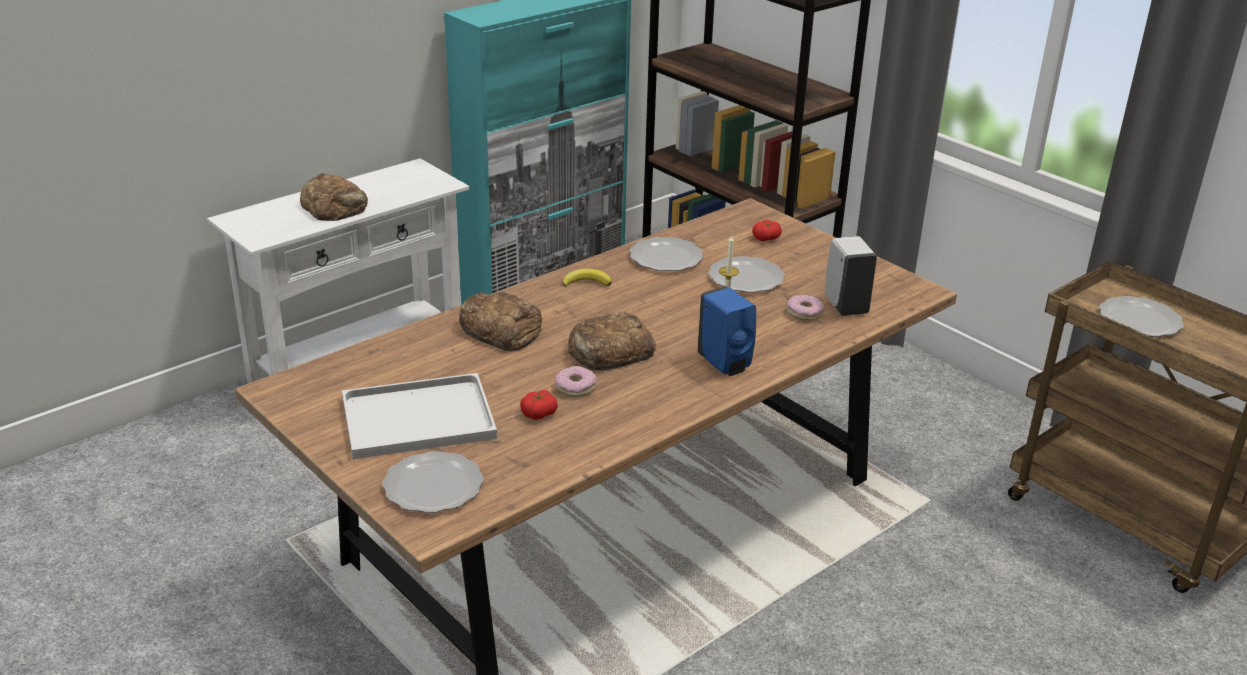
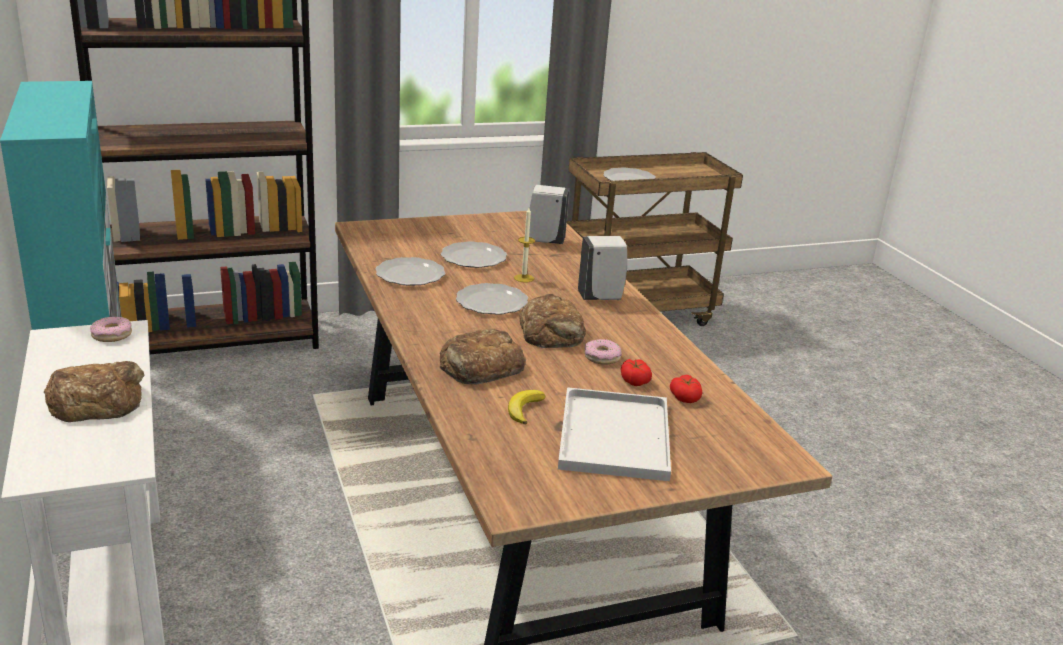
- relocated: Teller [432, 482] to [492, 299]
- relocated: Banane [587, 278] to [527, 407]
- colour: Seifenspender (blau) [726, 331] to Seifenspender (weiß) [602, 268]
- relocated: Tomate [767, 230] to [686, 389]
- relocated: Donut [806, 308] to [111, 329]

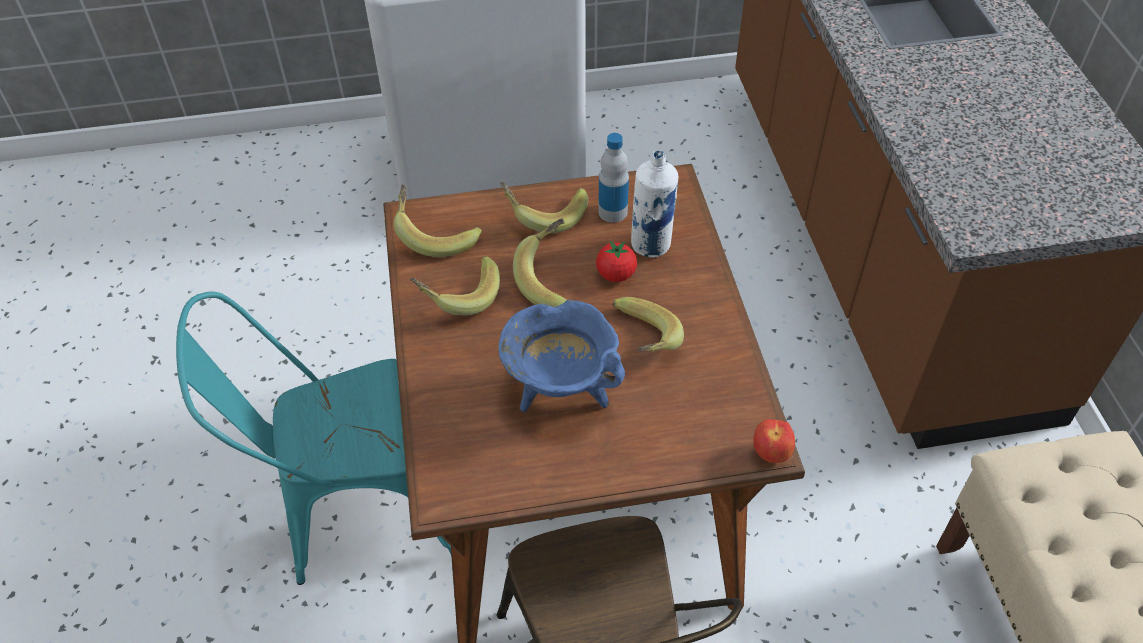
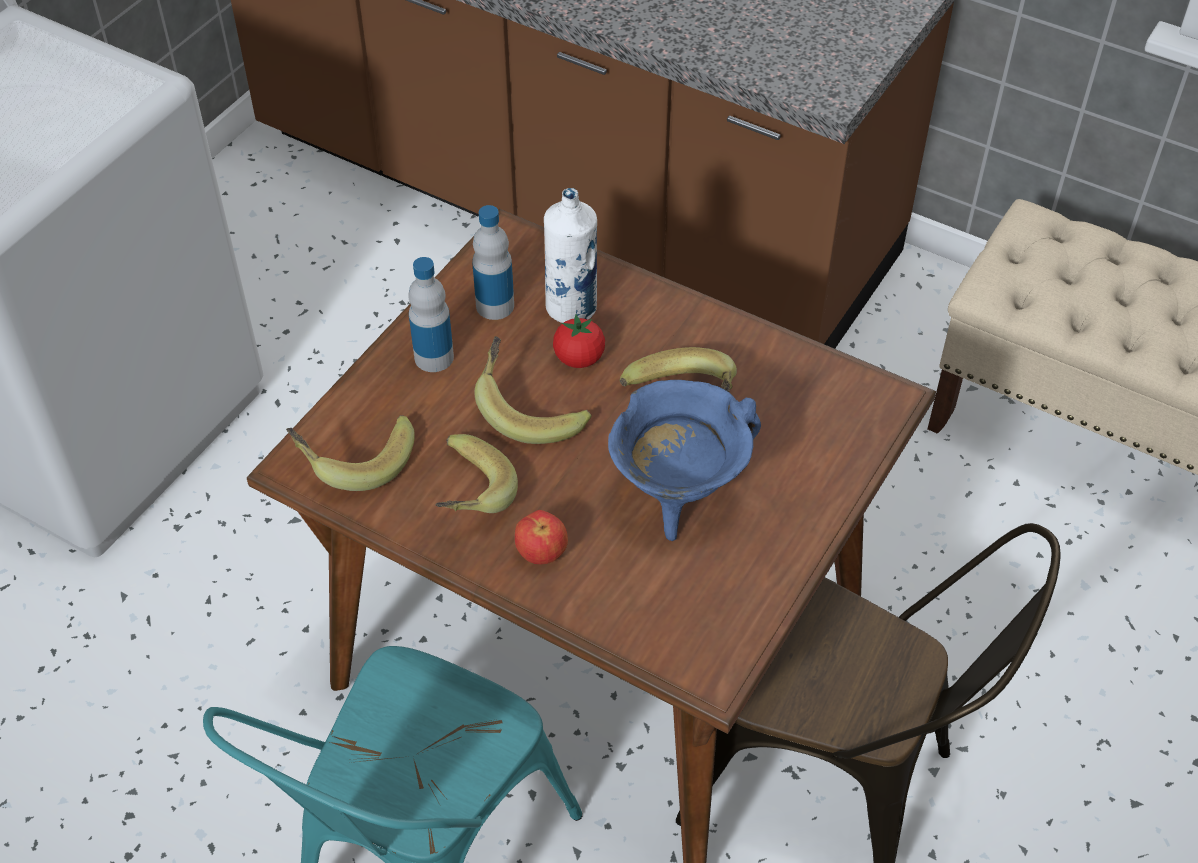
- exchanged: Banane [544, 207] to Flasche [431, 314]
- relocated: Apfel [774, 441] to [541, 537]

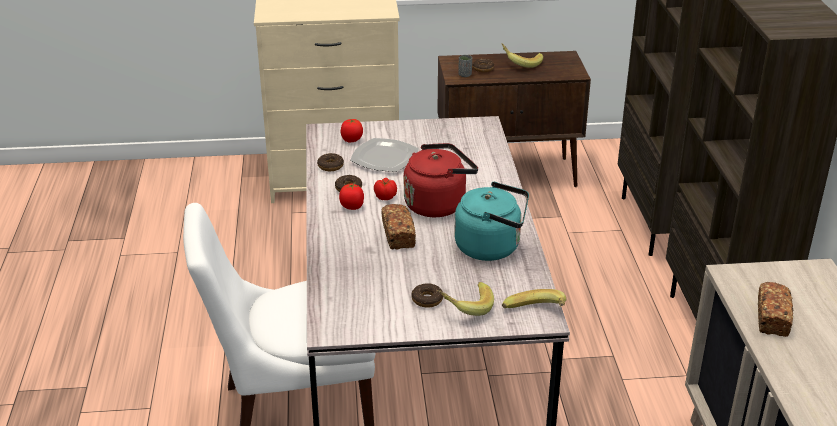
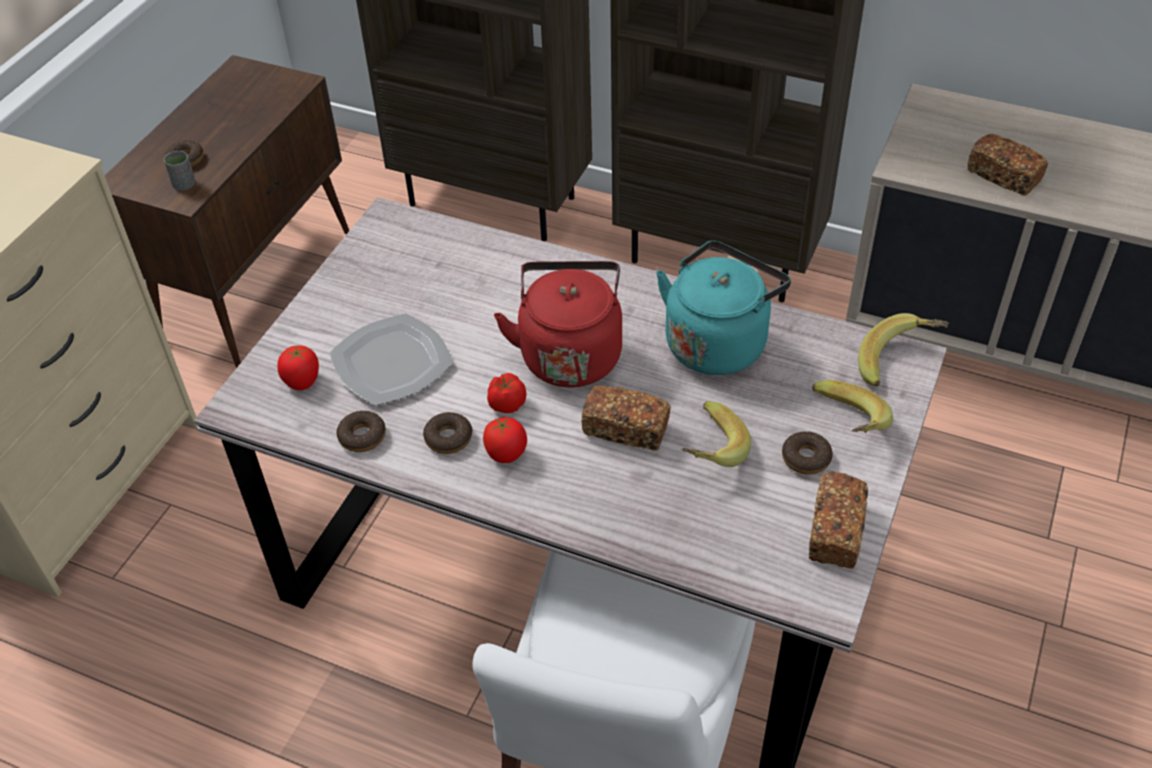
- relocated: Banane [522, 55] to [716, 434]
- appeared: Brot [838, 520]

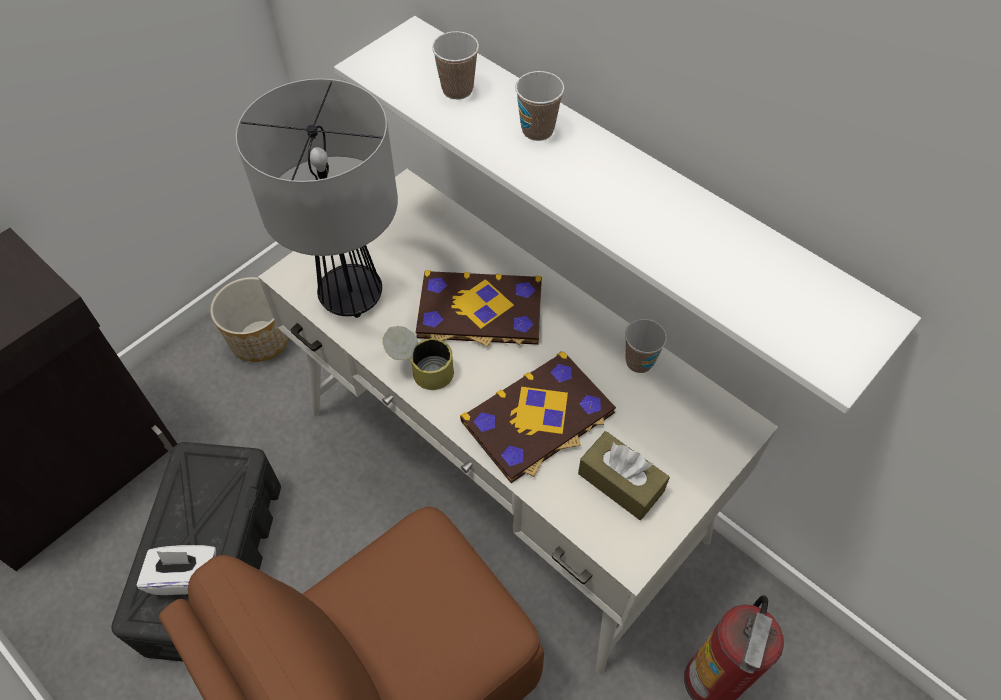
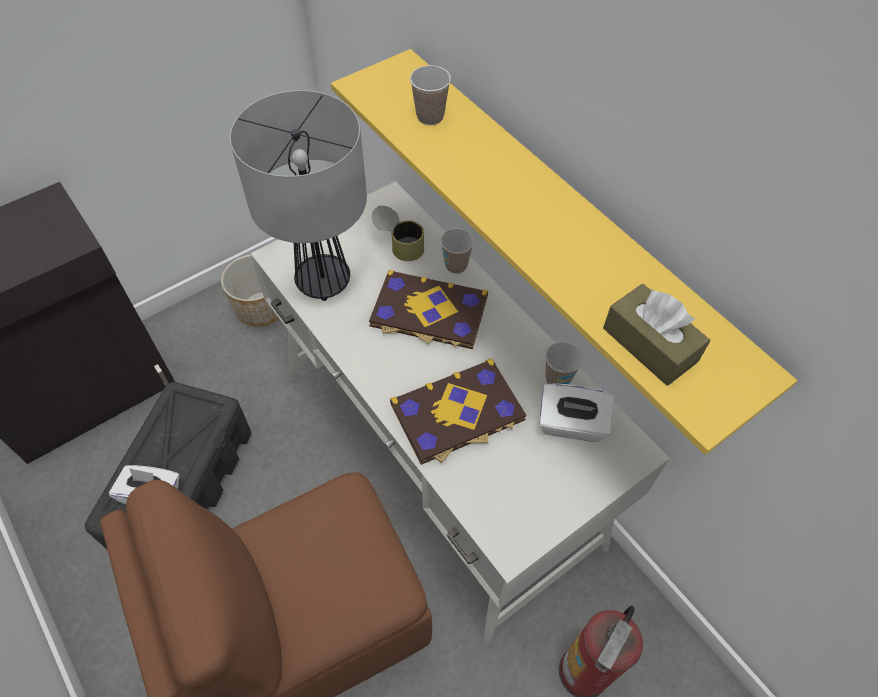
- colour: Wandregal (weiß) [627, 215] to Wandregal (gelb) [564, 252]
- relocated: Dose [418, 358] to [398, 233]
- relocated: Tasse [539, 106] to [457, 251]
- relocated: Taschentuchbox (braun) [624, 475] to [656, 335]
- appeared: Taschentuchbox (weiß) [576, 412]

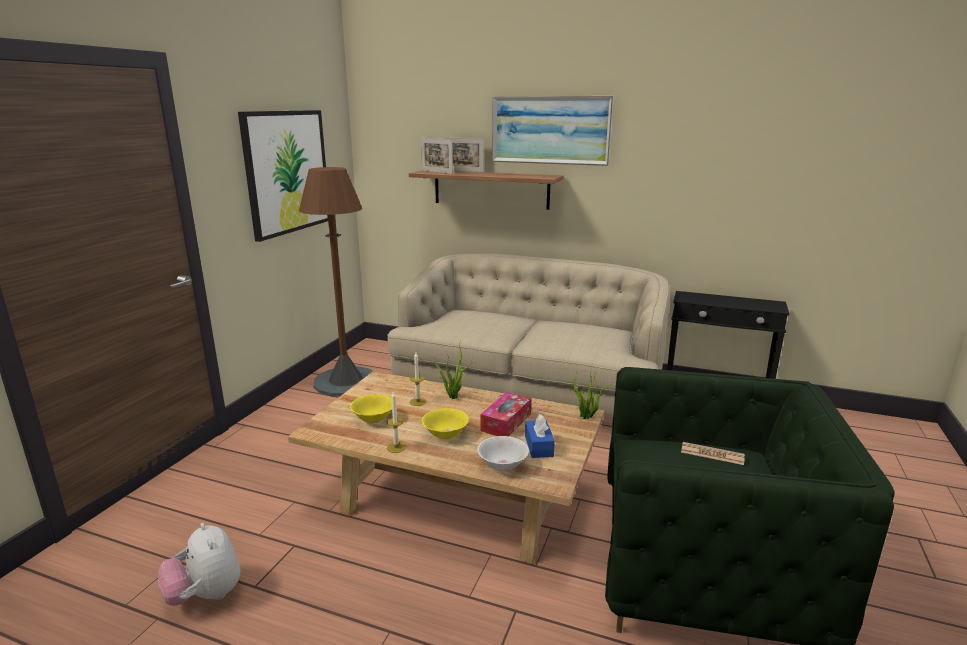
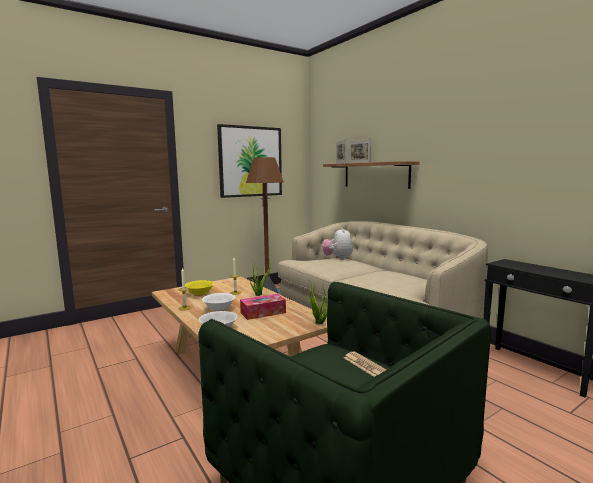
- relocated: Plüschtier [199, 564] to [337, 243]
- colour: Schüssel (gelb) [445, 423] to Schüssel (weiß) [218, 302]
- missing: Bild [553, 131]
- missing: Taschentuchbox (blau) [540, 436]

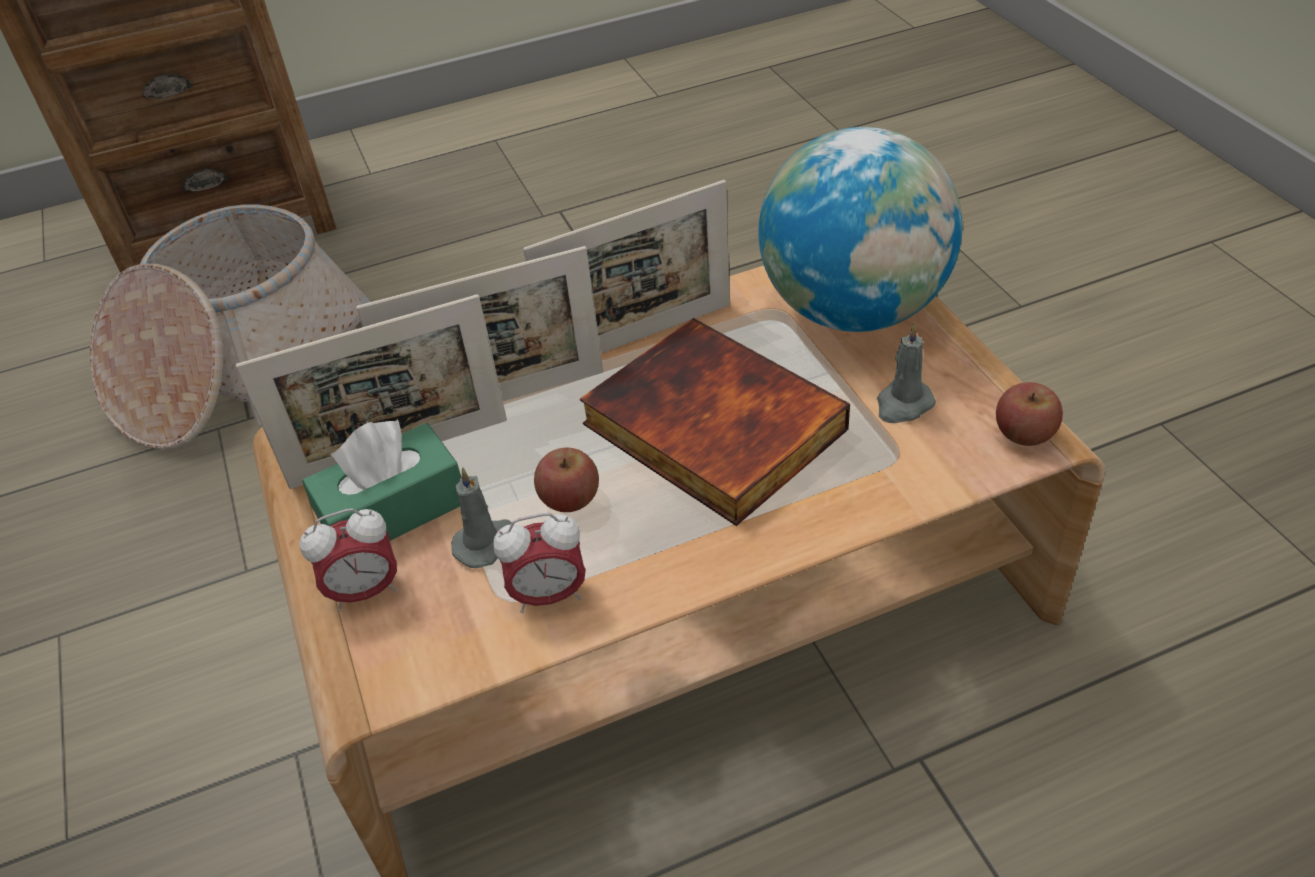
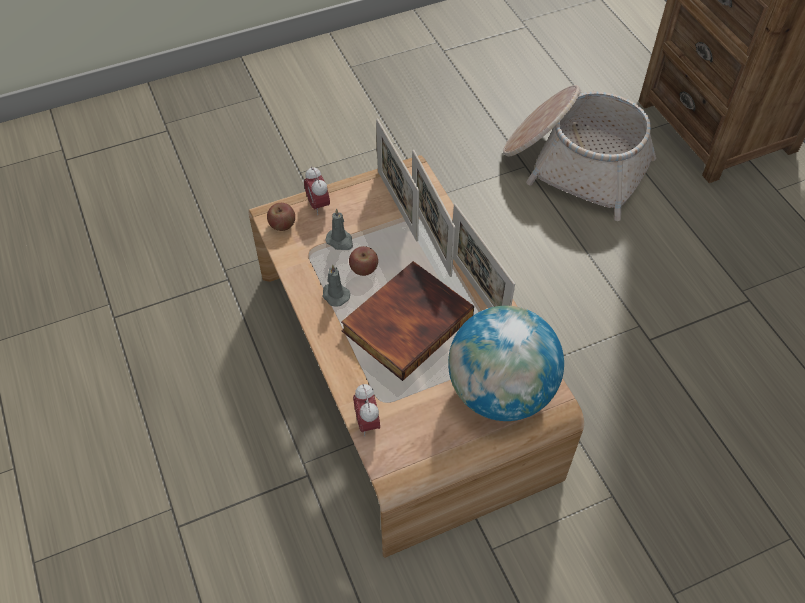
- missing: Taschentuchbox (grün) [381, 480]
- relocated: Wecker [539, 563] to [366, 410]
- relocated: Kerze (grau) [906, 373] to [336, 286]
- relocated: Apfel [1029, 414] to [281, 217]

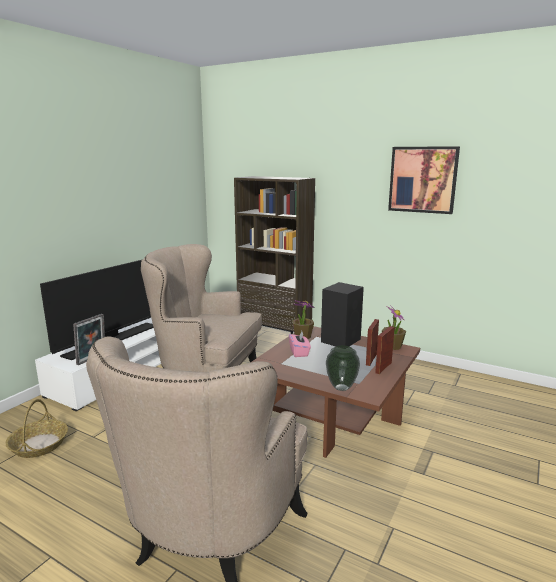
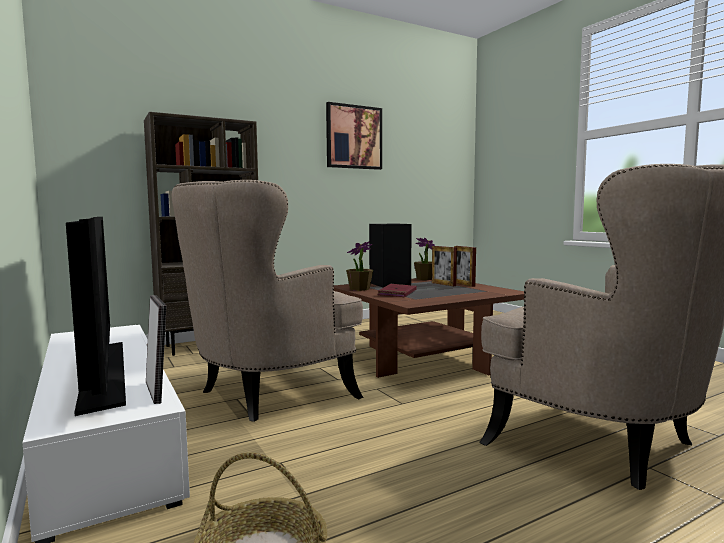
- exchanged: Taschentuchbox (rosa) [300, 344] to Buch (rot) [397, 290]
- missing: Vase [343, 368]

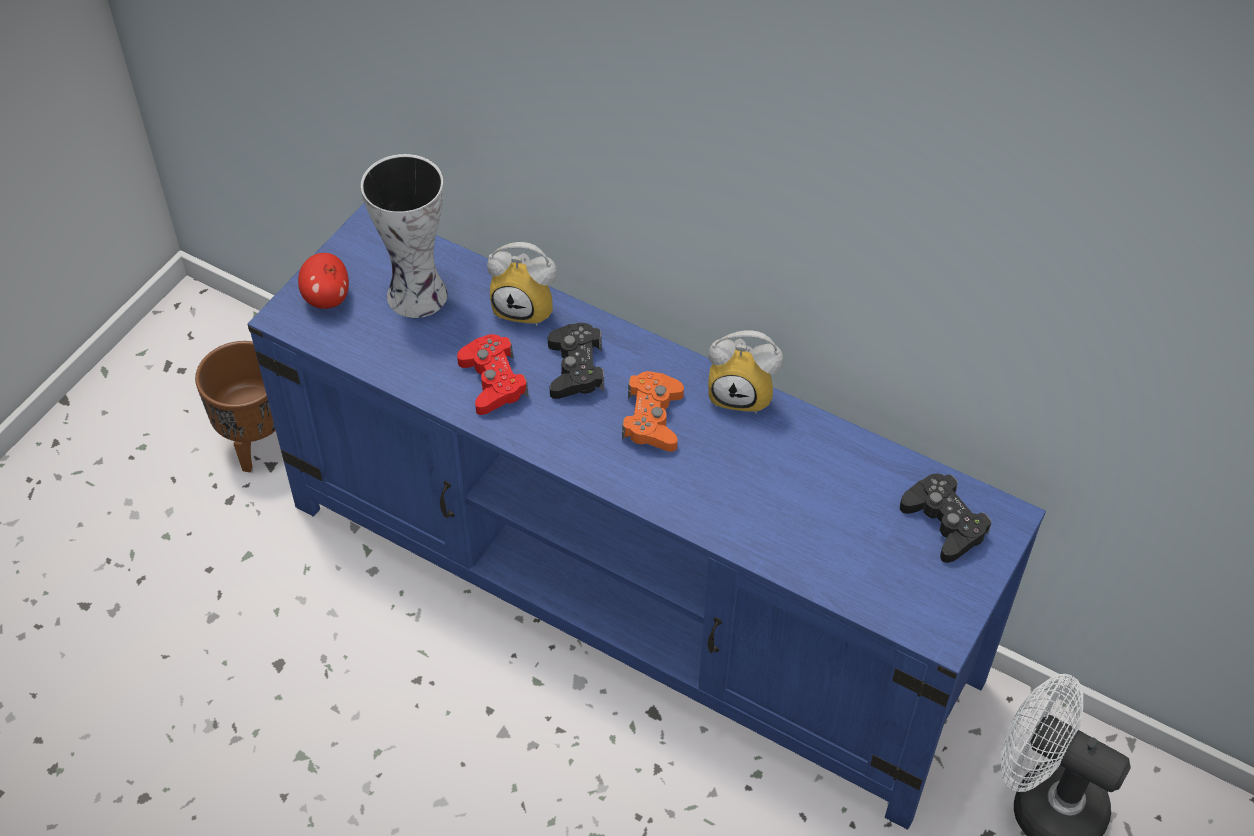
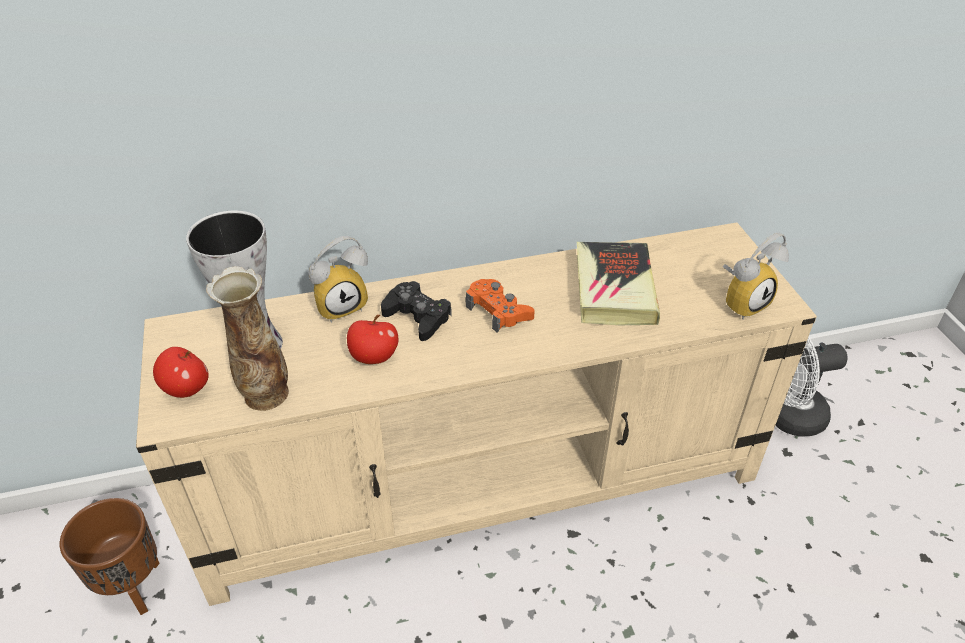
- colour: Fernsehschrank (blau) [647, 516] to Fernsehschrank (beige) [476, 414]
- exchanged: Gamepad (rot) [493, 374] to Apfel [372, 339]
- relocated: Wecker [745, 372] to [756, 276]
- missing: Gamepad (schwarz) [945, 518]
- appeared: Vase [247, 338]
- appeared: Buch [618, 283]

